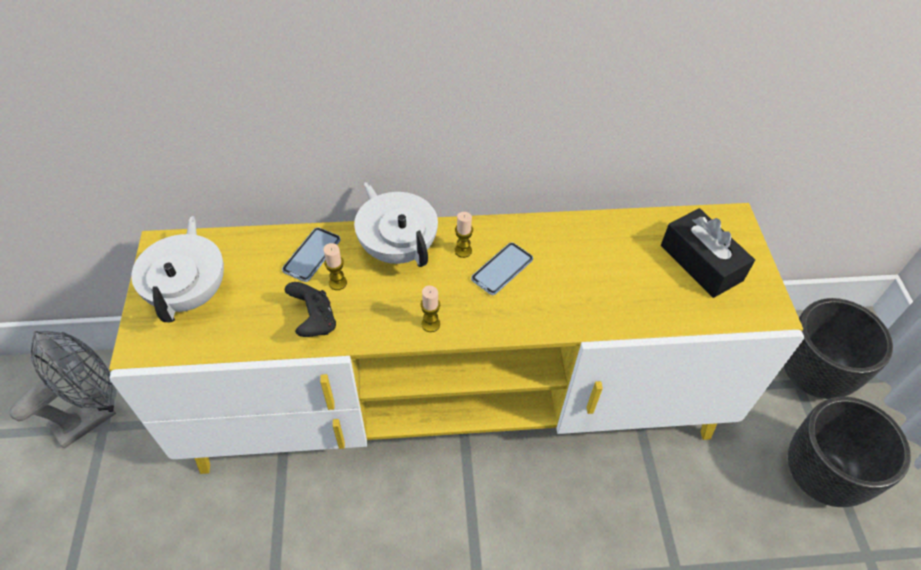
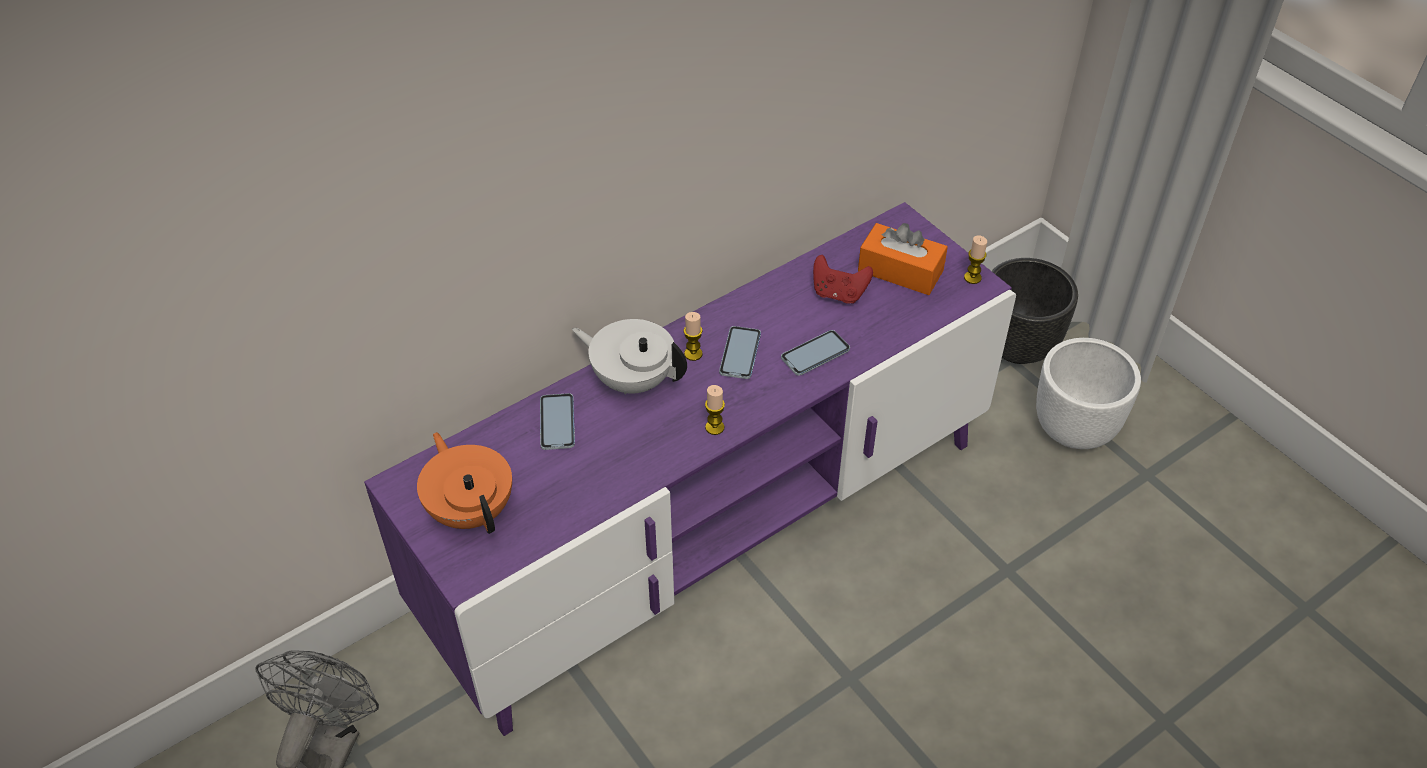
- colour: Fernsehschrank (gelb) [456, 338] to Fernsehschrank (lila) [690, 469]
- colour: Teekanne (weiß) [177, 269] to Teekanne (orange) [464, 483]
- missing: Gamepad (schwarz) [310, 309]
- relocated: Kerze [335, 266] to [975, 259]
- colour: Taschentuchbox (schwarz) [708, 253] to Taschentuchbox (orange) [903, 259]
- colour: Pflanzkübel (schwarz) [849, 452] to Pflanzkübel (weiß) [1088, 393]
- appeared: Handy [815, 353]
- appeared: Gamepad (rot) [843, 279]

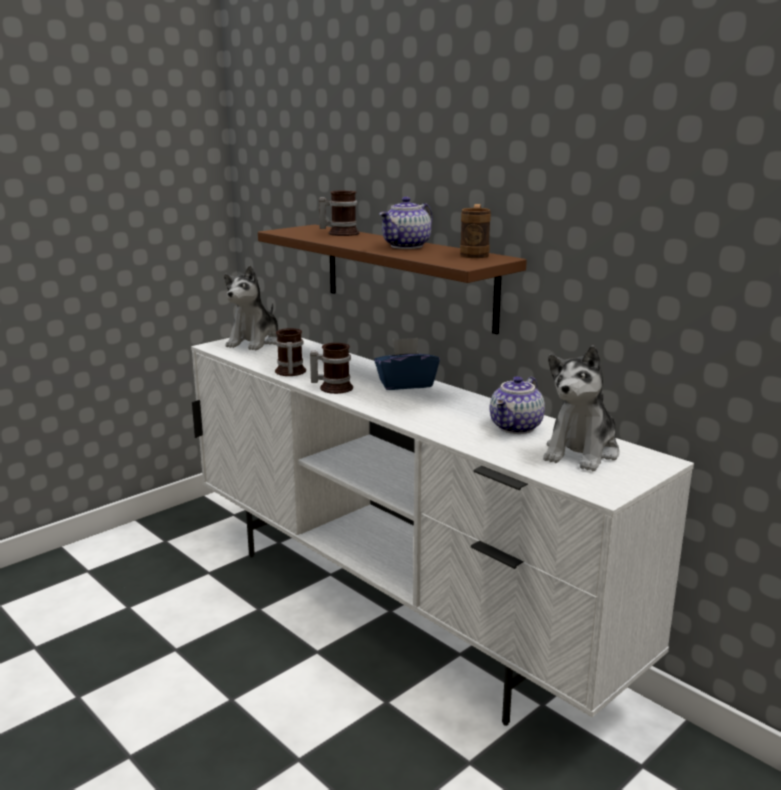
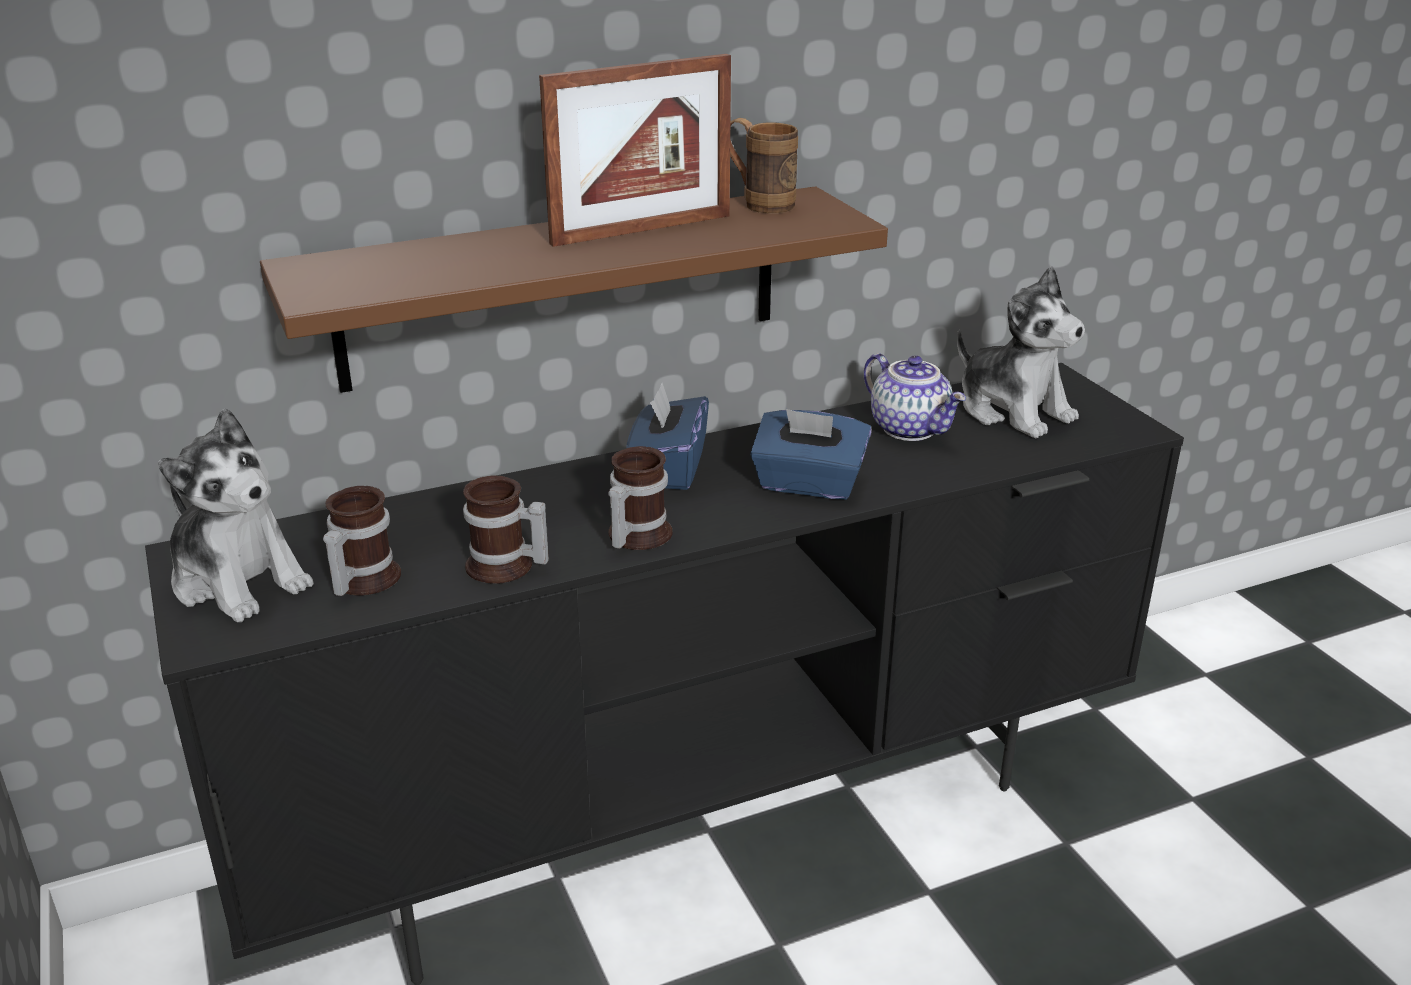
- colour: Fernsehschrank (weiß) [442, 530] to Fernsehschrank (schwarz) [664, 674]
- relocated: Henkelbecher [339, 213] to [362, 541]
- exchanged: Teekanne [405, 223] to Bilderrahmen [635, 150]
- appeared: Taschentuchbox (blau) [811, 454]

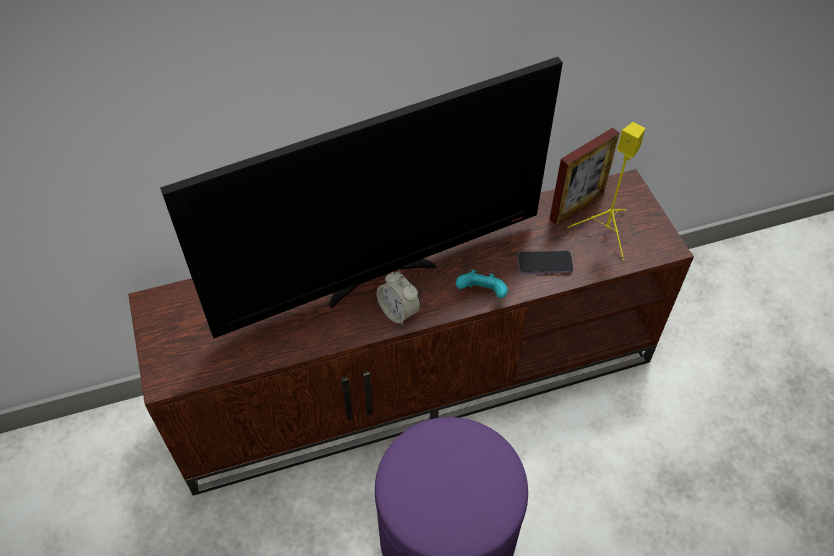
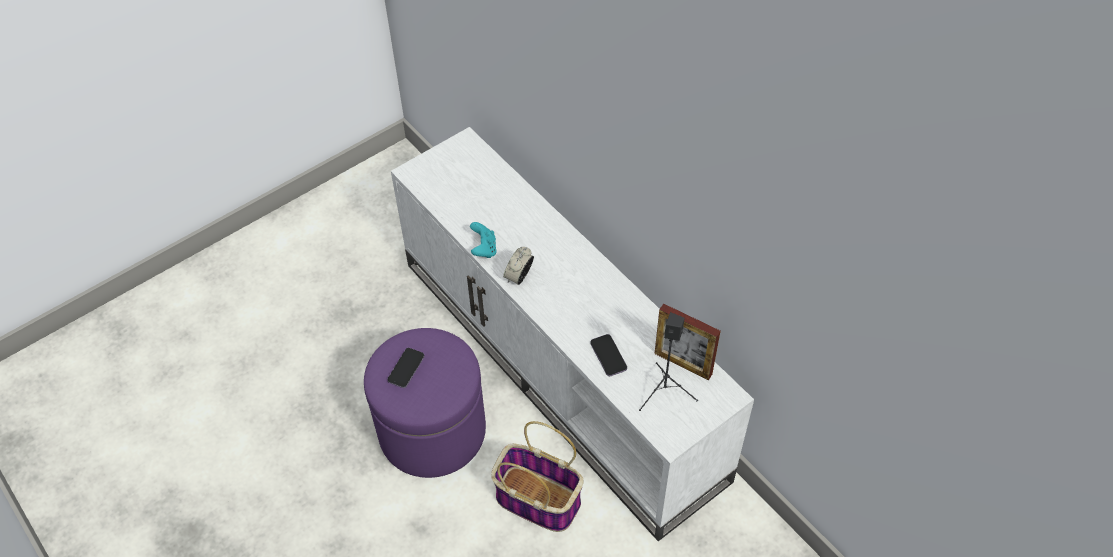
- colour: Fernsehschrank (braun) [411, 332] to Fernsehschrank (weiß) [572, 334]
- missing: Fernseher [361, 197]
- relocated: Gamepad (türkis) [482, 284] to [483, 240]
- colour: Lautsprecher (gelb) [607, 191] to Lautsprecher (schwarz) [668, 361]
- appeared: Handy [406, 368]
- appeared: Korb [537, 476]

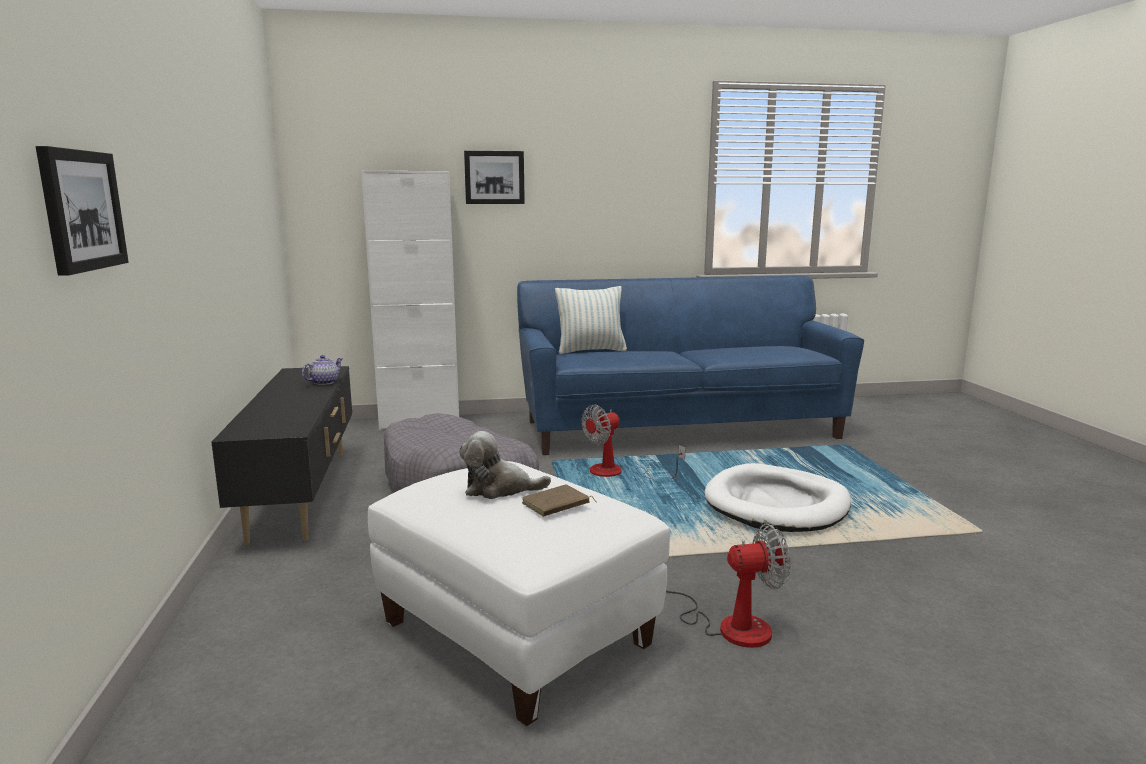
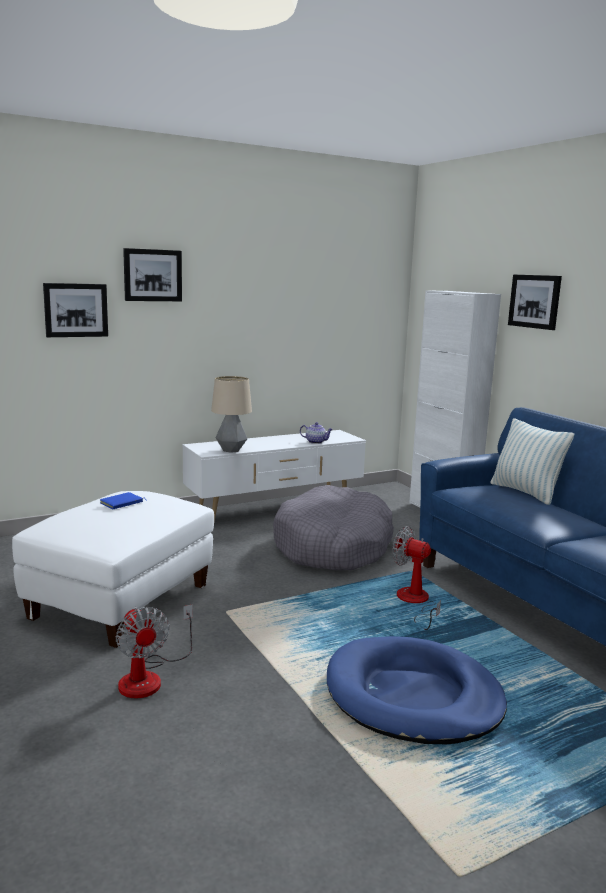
- colour: Fernsehschrank (schwarz) [281, 455] to Fernsehschrank (weiß) [274, 476]
- exchanged: Plüschtier [505, 465] to Buch (blau) [123, 500]
- missing: Buch (braun) [559, 500]
- colour: Hundebett (weiß) [777, 497] to Hundebett (blau) [417, 690]
- appeared: Bild [152, 274]
- appeared: Tischlampe [231, 414]

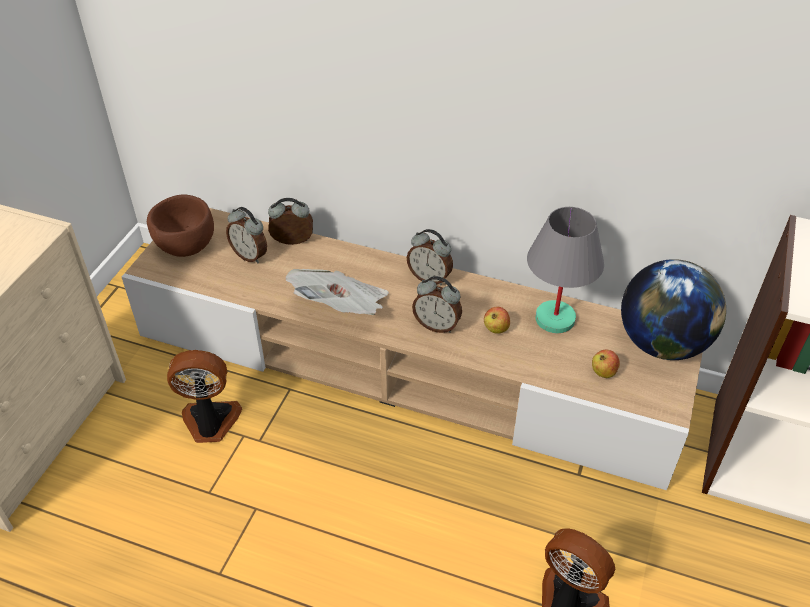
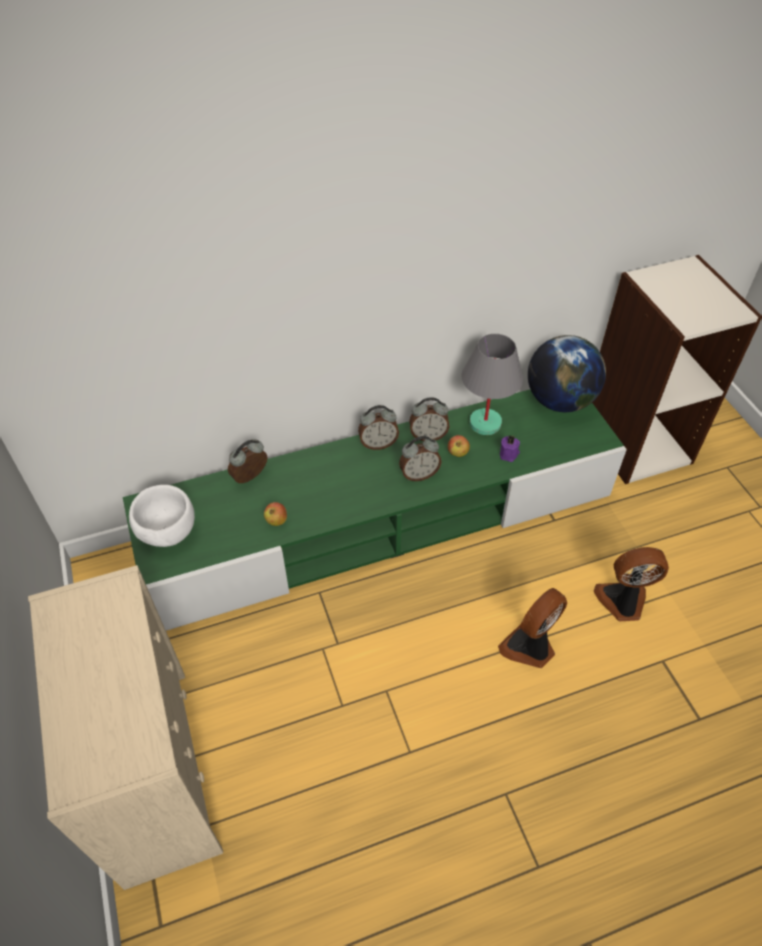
- colour: Fernsehschrank (beige) [412, 349] to Fernsehschrank (grün) [375, 510]
- colour: Schüssel (braun) [180, 226] to Schüssel (weiß) [162, 516]
- relocated: Ventilator [204, 396] to [532, 628]
- relocated: Wecker [246, 235] to [429, 419]
- missing: Zeitung [337, 292]
- relocated: Apfel [606, 364] to [275, 514]
- appeared: Kerze (lila) [510, 448]

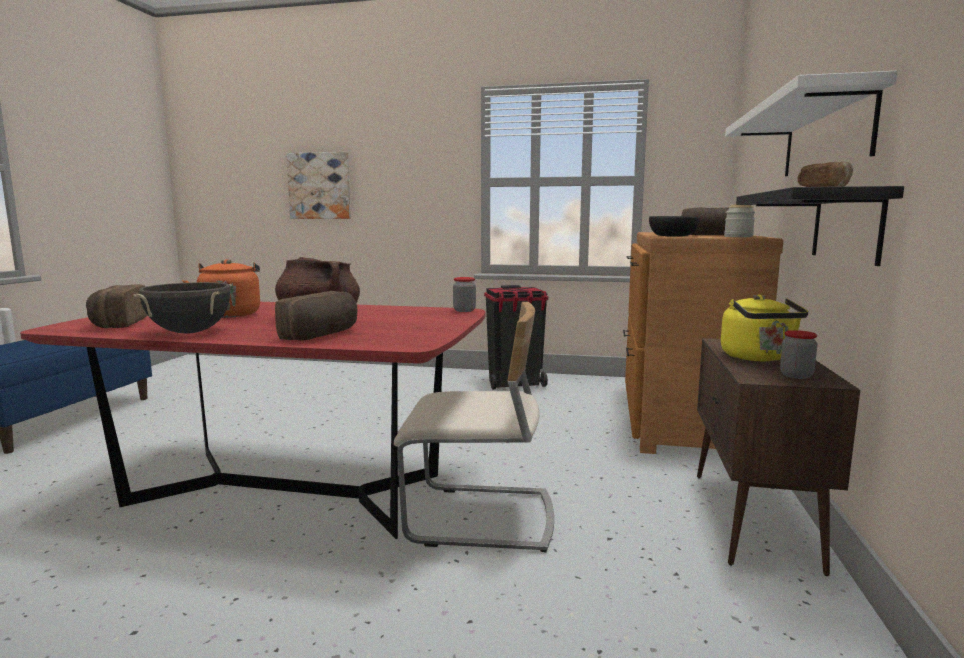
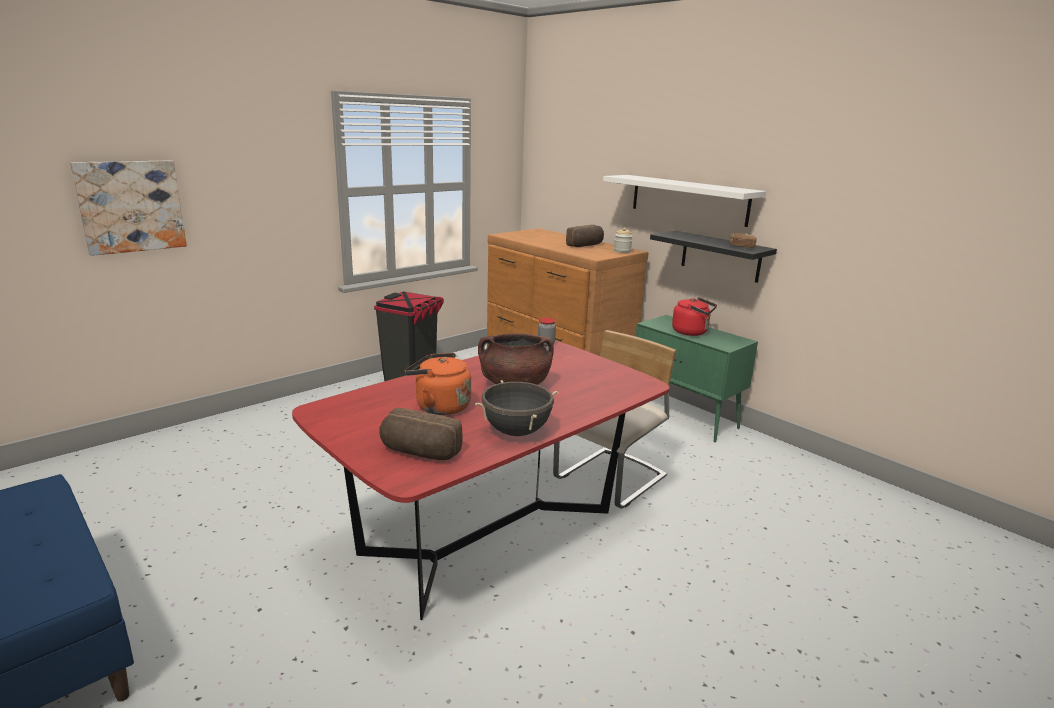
- missing: Brot [316, 315]
- missing: Schüssel (schwarz) [674, 226]
- colour: Schrank (braun) [778, 457] to Schrank (grün) [697, 378]
- colour: Wasserkessel (gelb) [764, 328] to Wasserkessel (rot) [694, 316]
- missing: Vorratsglas [798, 354]

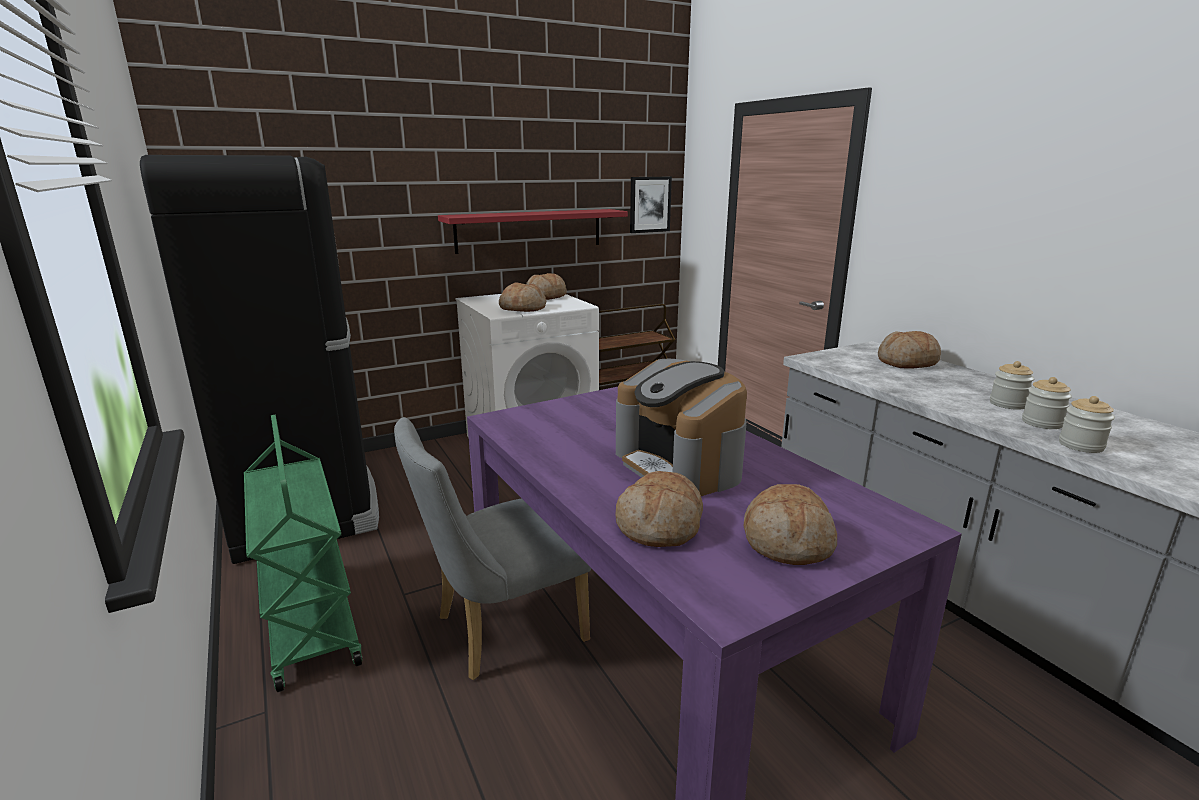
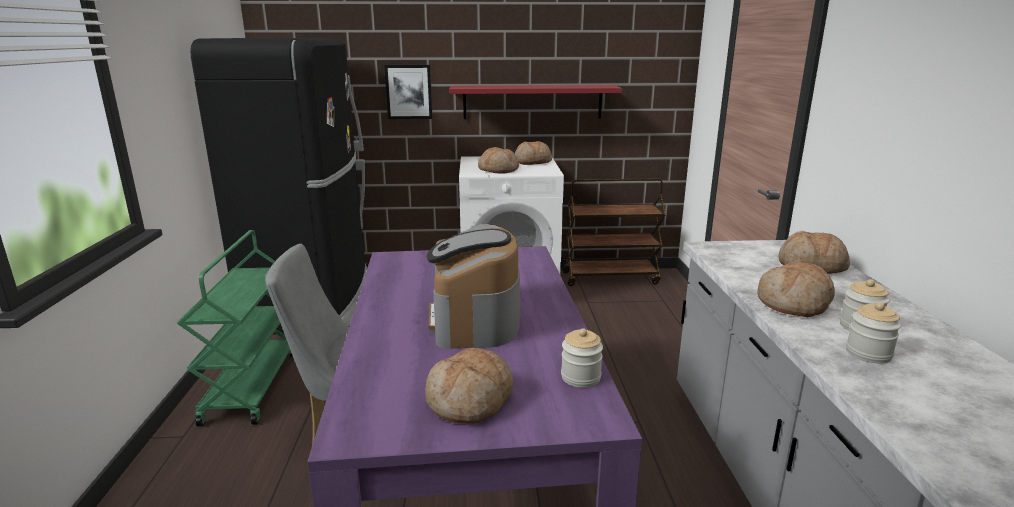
- relocated: Brot [659, 509] to [796, 289]
- relocated: Bild [651, 205] to [408, 92]
- relocated: Vorratsglas [1087, 424] to [582, 358]

